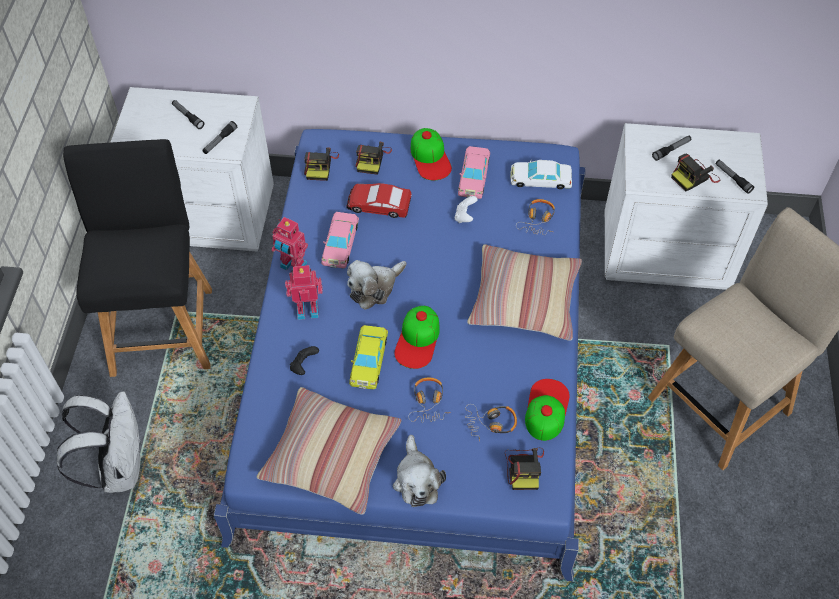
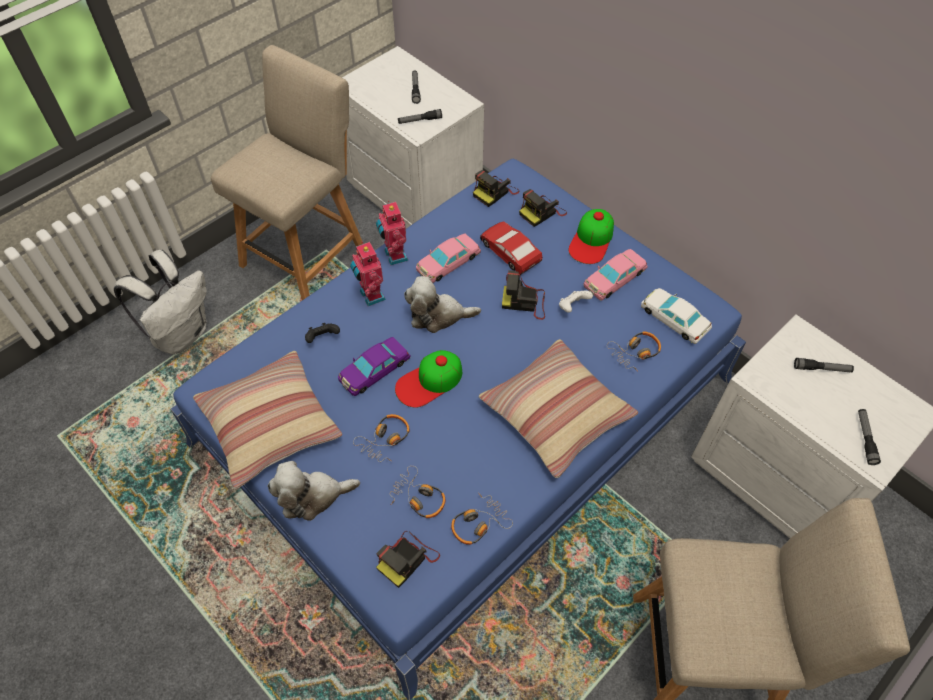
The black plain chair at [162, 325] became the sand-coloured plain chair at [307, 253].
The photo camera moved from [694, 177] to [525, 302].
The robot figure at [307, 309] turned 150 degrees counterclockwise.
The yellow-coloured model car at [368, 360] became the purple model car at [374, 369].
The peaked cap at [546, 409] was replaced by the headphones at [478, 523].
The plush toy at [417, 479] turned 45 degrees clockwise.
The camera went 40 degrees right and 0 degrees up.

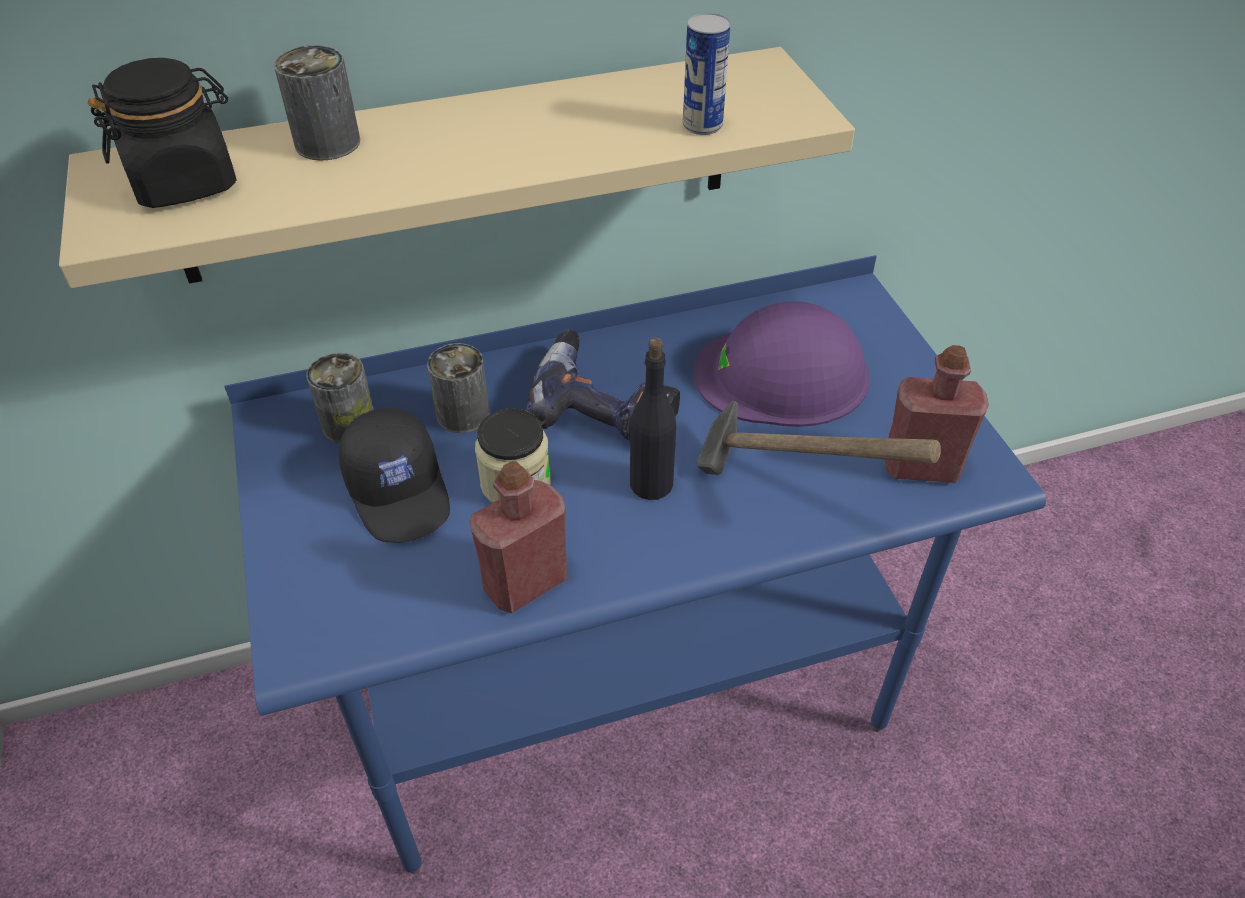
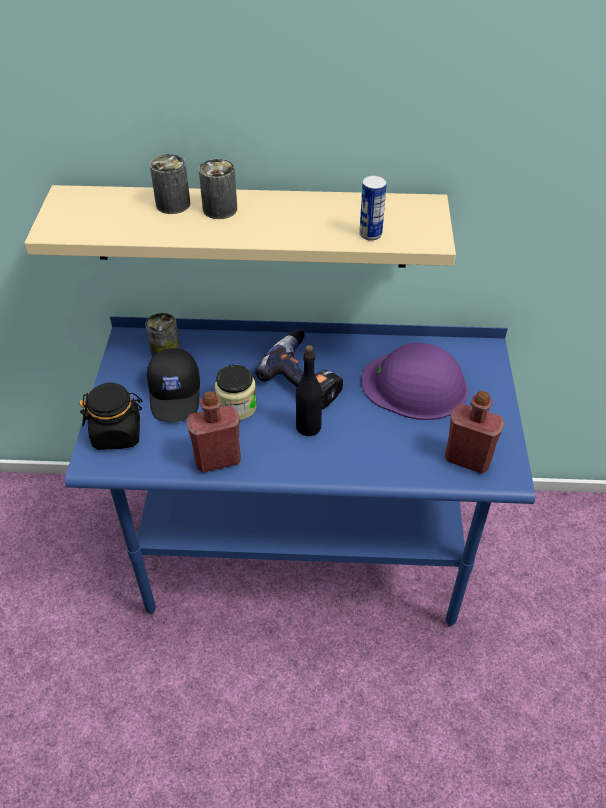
The black storage jar moved from [185, 182] to [117, 434].
The metal can moved from [463, 414] to [220, 209].
The hand hammer at [793, 493] disappeared.
The camera went 20 degrees right and 0 degrees up.

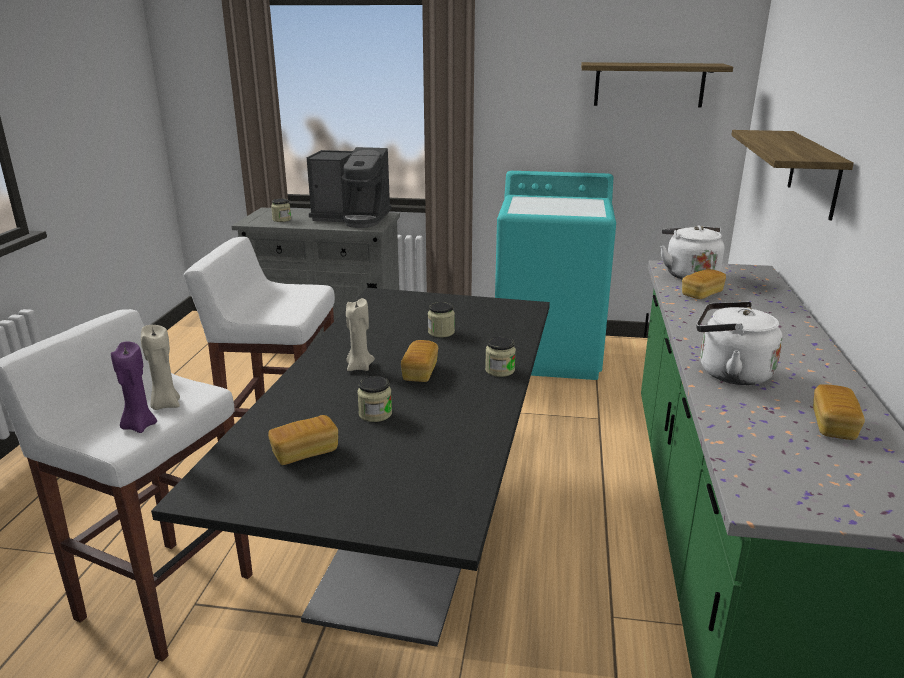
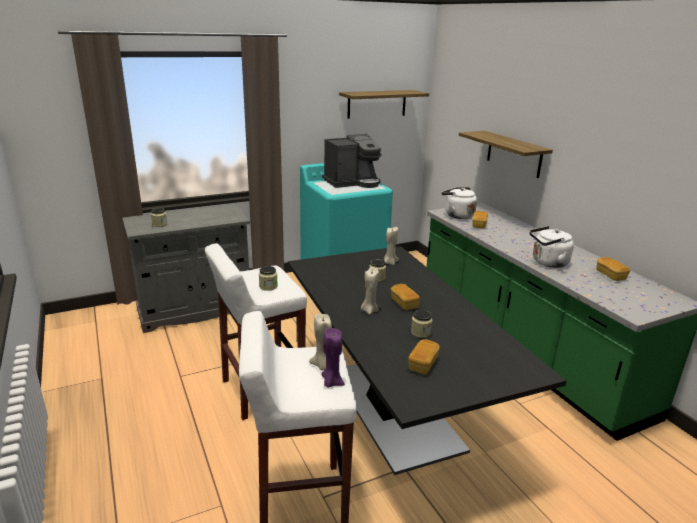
The coffee machine moved from [352, 218] to [352, 182].
The storage jar moved from [500, 370] to [268, 286].
The sand-coloured candle at [389, 263] appeared.
The camera went 35 degrees left and 0 degrees up.

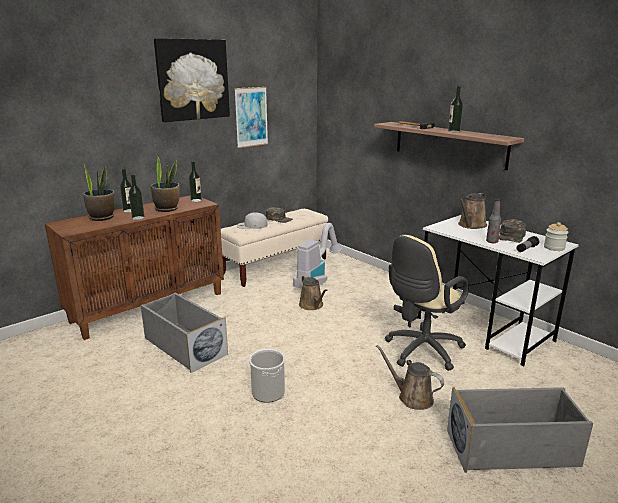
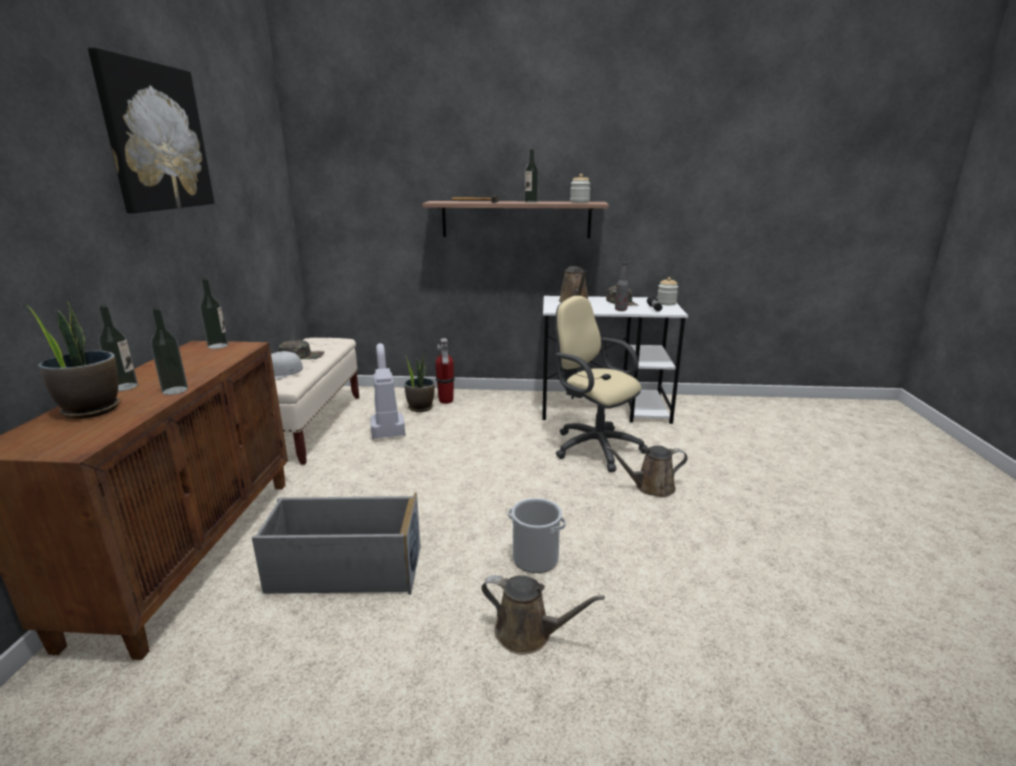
The wall art at [251, 117] disappeared.
The houseplant moved from [167, 209] to [420, 407].
The sand-coloured desk chair at [421, 351] turned 135 degrees clockwise.
The brown-coloured sprinkling can moved from [312, 305] to [528, 633].
The greyish storage bin at [512, 448] disappeared.
The storage jar at [579, 202] appeared.
The fire extinguisher at [446, 401] appeared.
The camera went 45 degrees left and 0 degrees up.

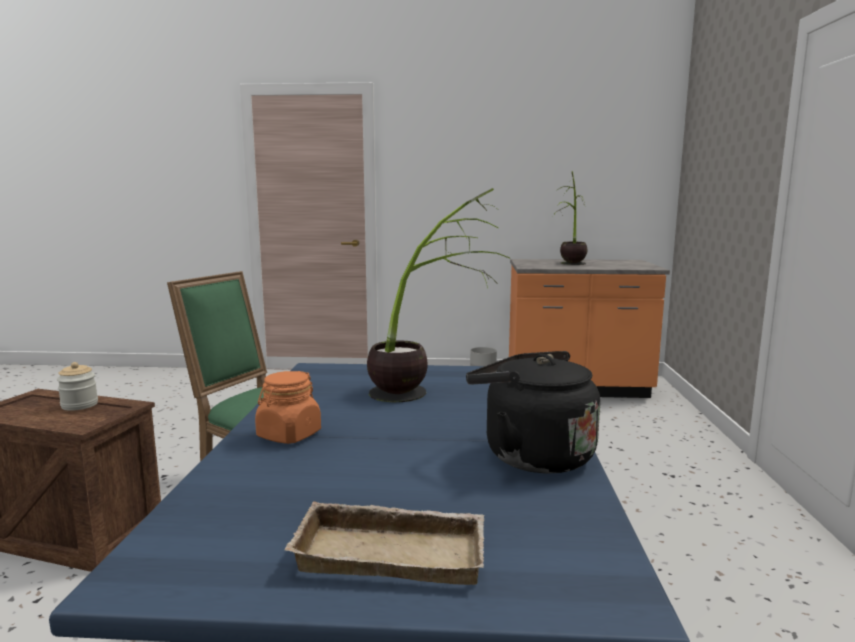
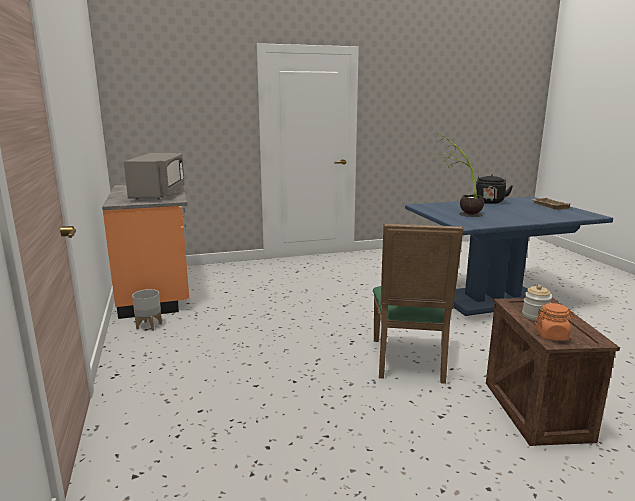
The houseplant at [570, 265] was replaced by the greyish kitchen microwave at [158, 194].
The orange-coloured storage jar moved from [289, 435] to [552, 335].
The camera went 110 degrees left and 5 degrees up.

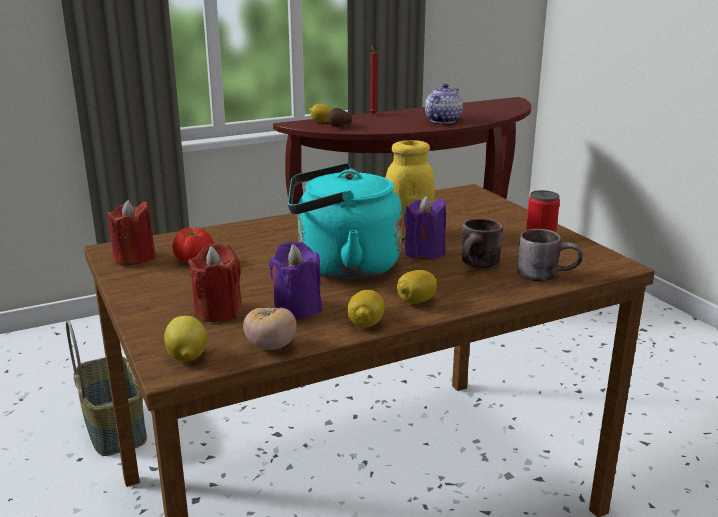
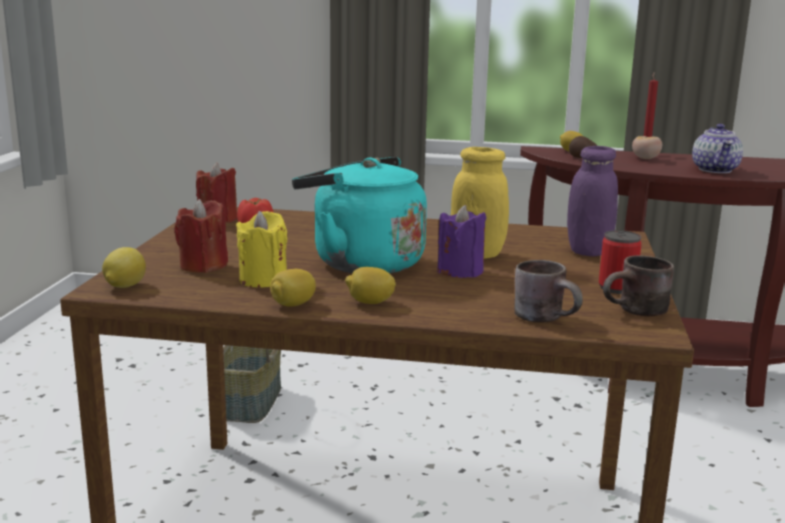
The tea pot at [442, 120] turned 120 degrees clockwise.
The brown-coloured tea mug moved from [480, 266] to [637, 313].
The purple candle at [297, 308] became the yellow-coloured candle at [263, 280].
The fresh tomato moved from [271, 346] to [645, 158].
The purple storage jar at [588, 251] appeared.
The camera went 35 degrees right and 5 degrees down.

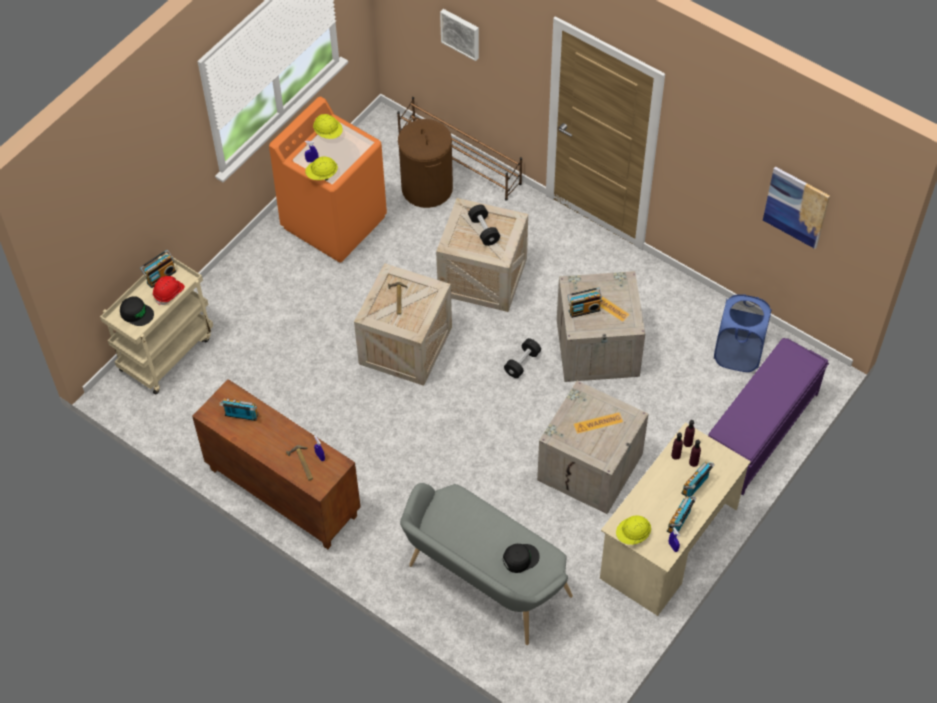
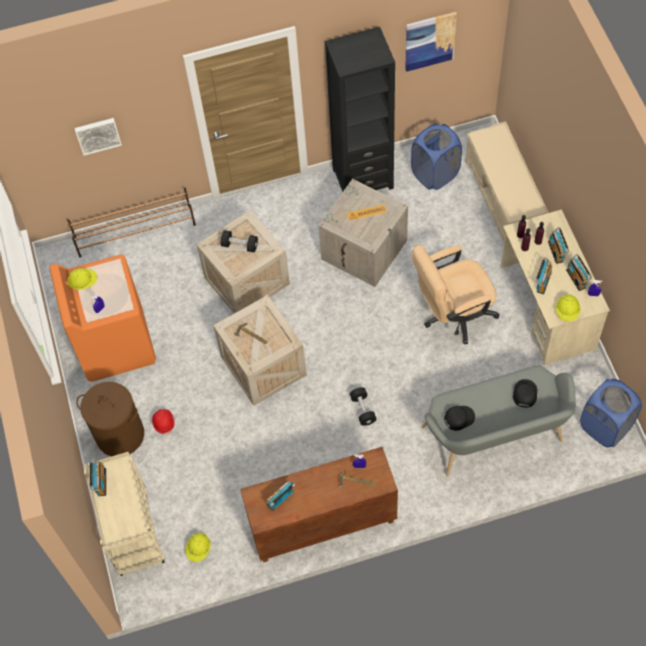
The brown-coloured laundry basket moved from [426, 188] to [119, 435].
The yellow-coloured work helmet moved from [322, 175] to [199, 550].
The reddish work helmet moved from [169, 293] to [164, 422].
The radio receiver moved from [584, 309] to [542, 281].
The black peaked cap moved from [136, 313] to [459, 418].
The black free weight moved from [522, 363] to [363, 410].
The purple long seat at [759, 432] became the sand-coloured long seat at [504, 202].
The crate at [589, 465] was replaced by the sand-coloured desk chair at [452, 315].
The black bookshelf at [362, 178] appeared.
The blue laundry basket at [605, 426] appeared.
The camera went 50 degrees left and 5 degrees up.

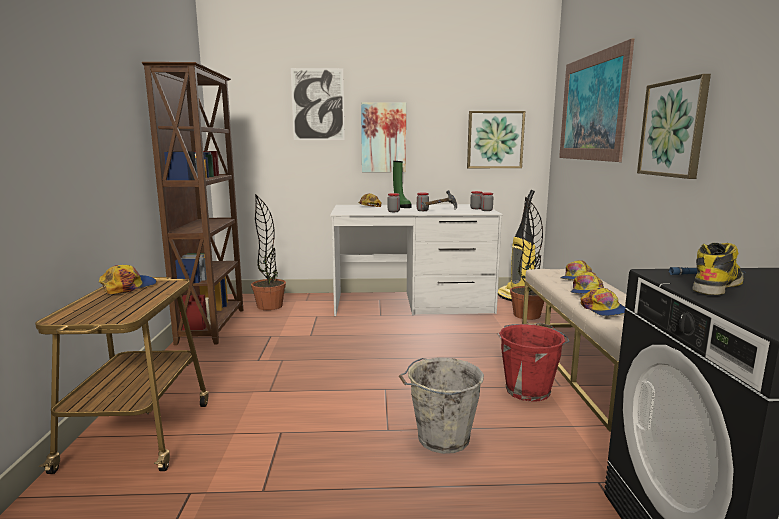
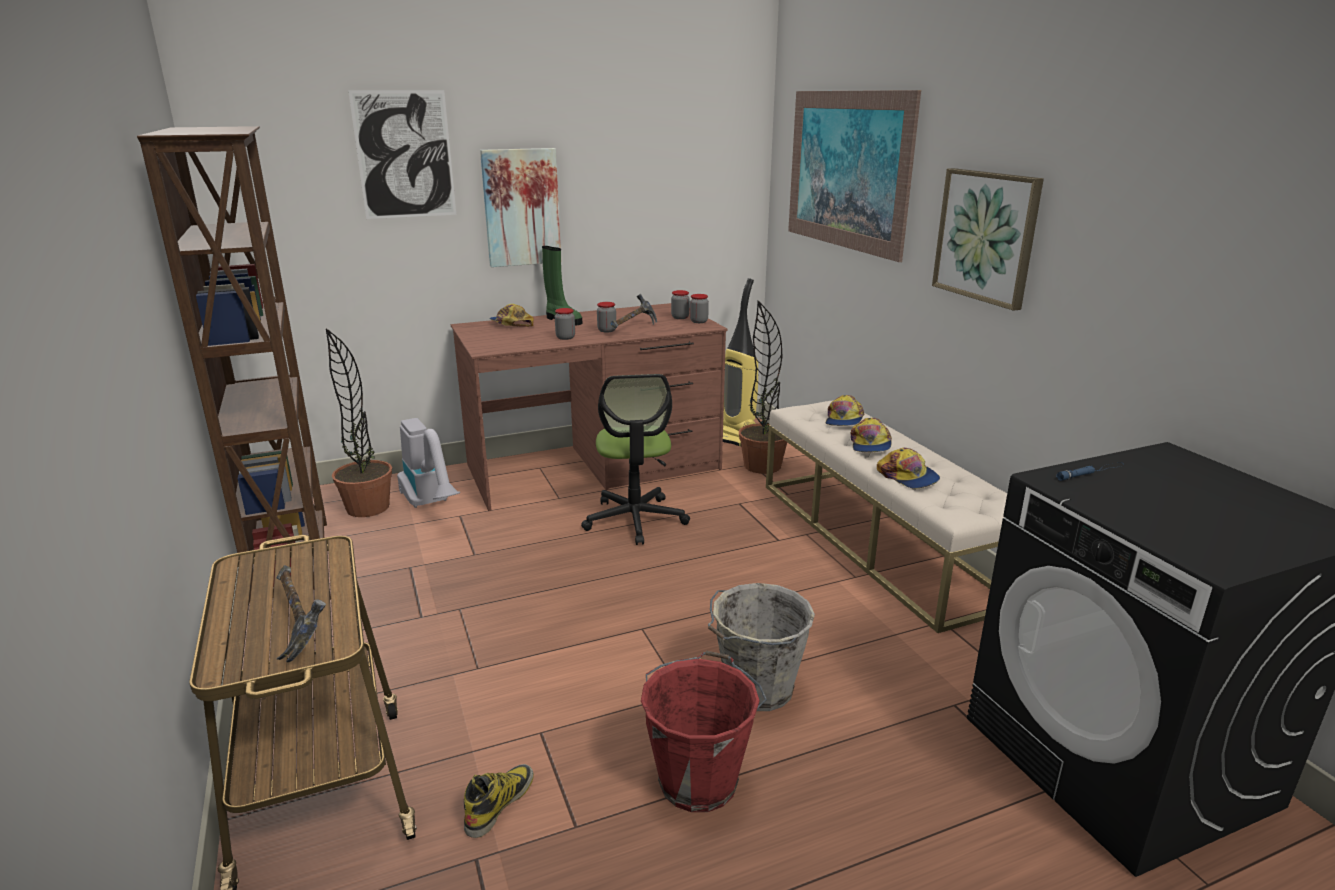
The wall art at [495, 140] disappeared.
The white-coloured desk at [413, 303] became the brown-coloured desk at [594, 467].
The high-top boot moved from [717, 286] to [499, 803].
The peaked cap at [128, 286] disappeared.
The reddish bucket moved from [528, 390] to [699, 779].
The desk chair at [635, 520] appeared.
The vacuum at [431, 504] appeared.
The hand hammer at [300, 629] appeared.
The camera went 20 degrees left and 10 degrees up.

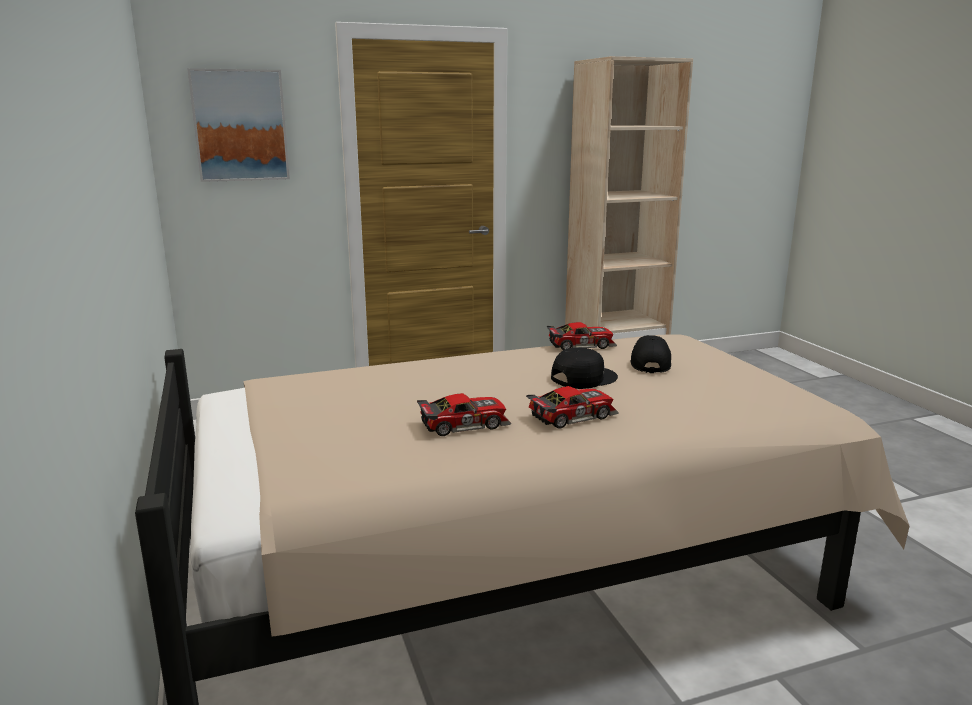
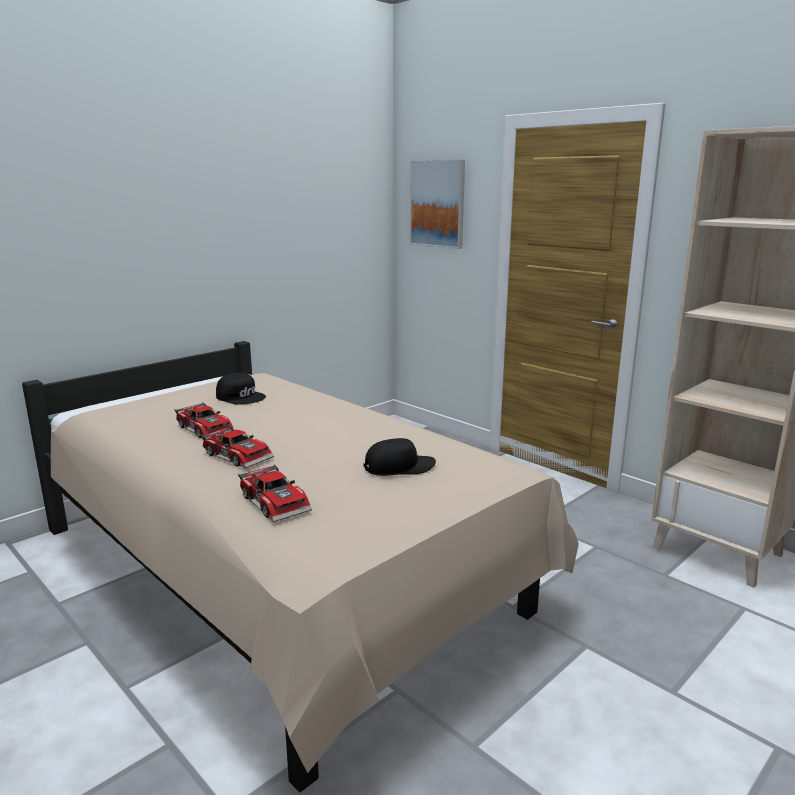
The model car moved from [580, 344] to [277, 502].
The black peaked cap moved from [583, 378] to [241, 396].
The camera went 65 degrees right and 0 degrees up.

